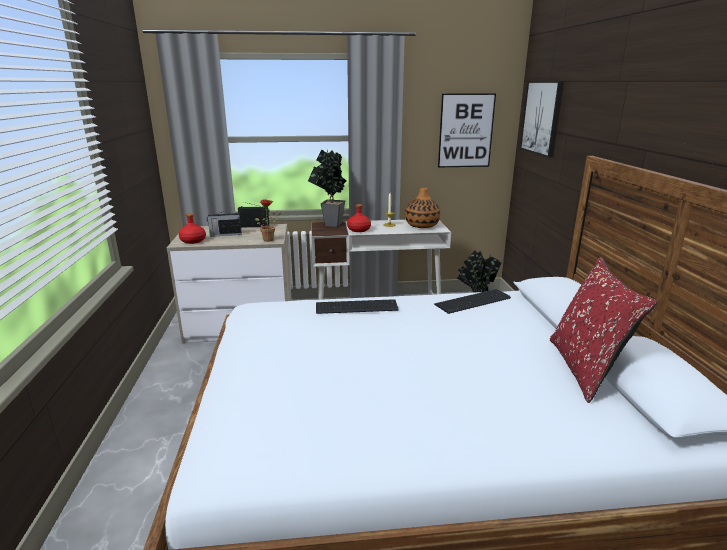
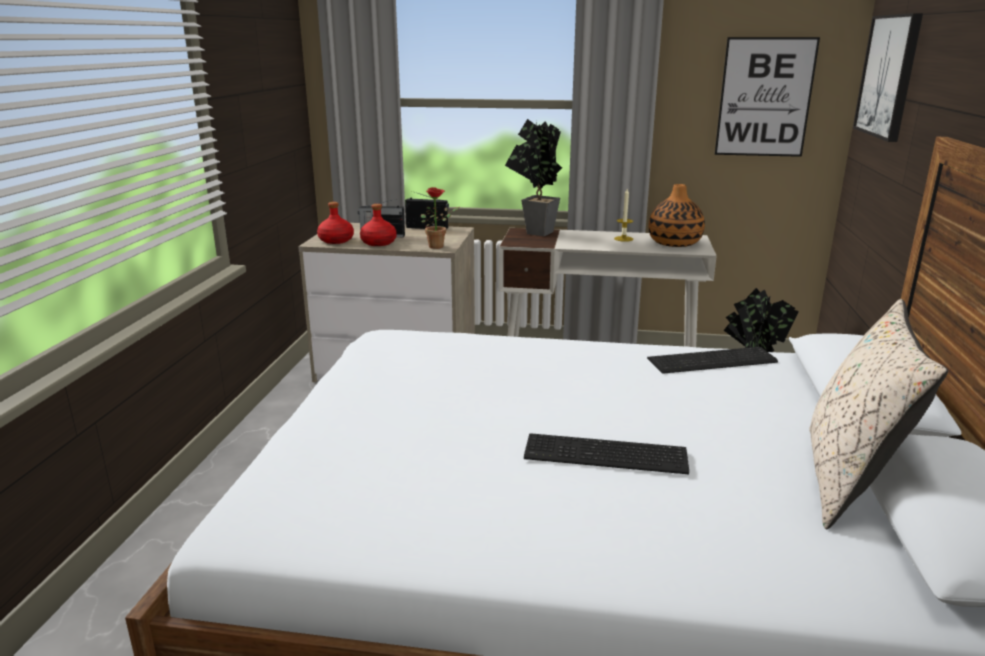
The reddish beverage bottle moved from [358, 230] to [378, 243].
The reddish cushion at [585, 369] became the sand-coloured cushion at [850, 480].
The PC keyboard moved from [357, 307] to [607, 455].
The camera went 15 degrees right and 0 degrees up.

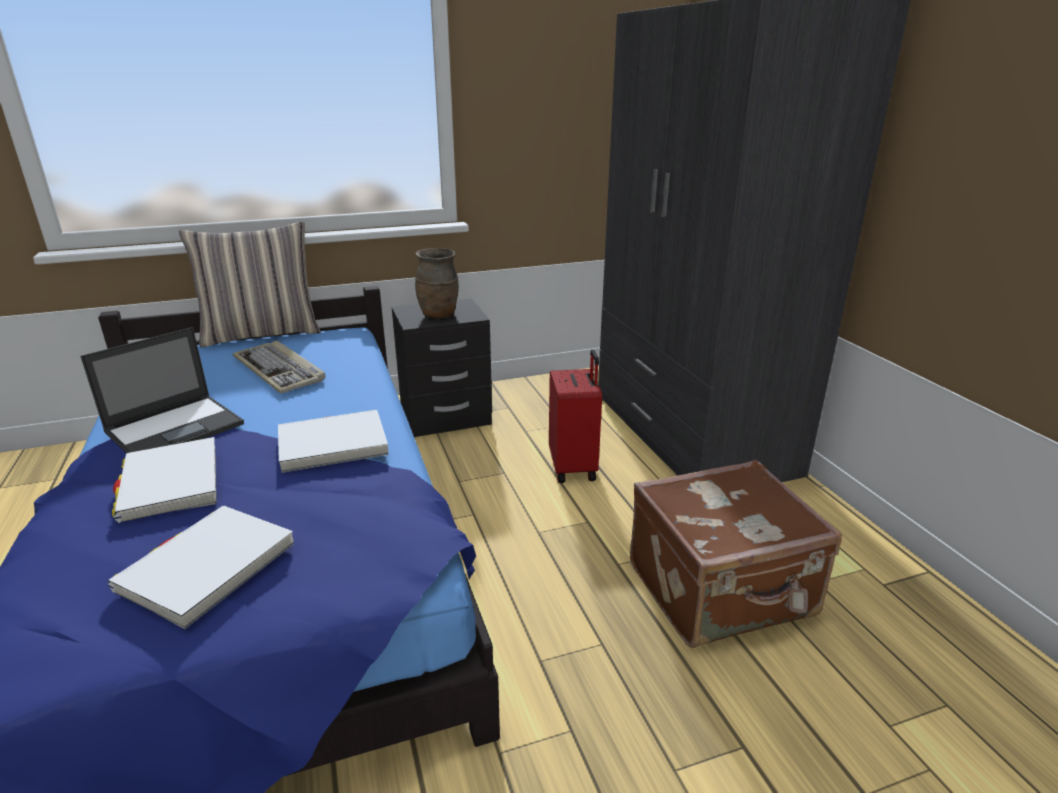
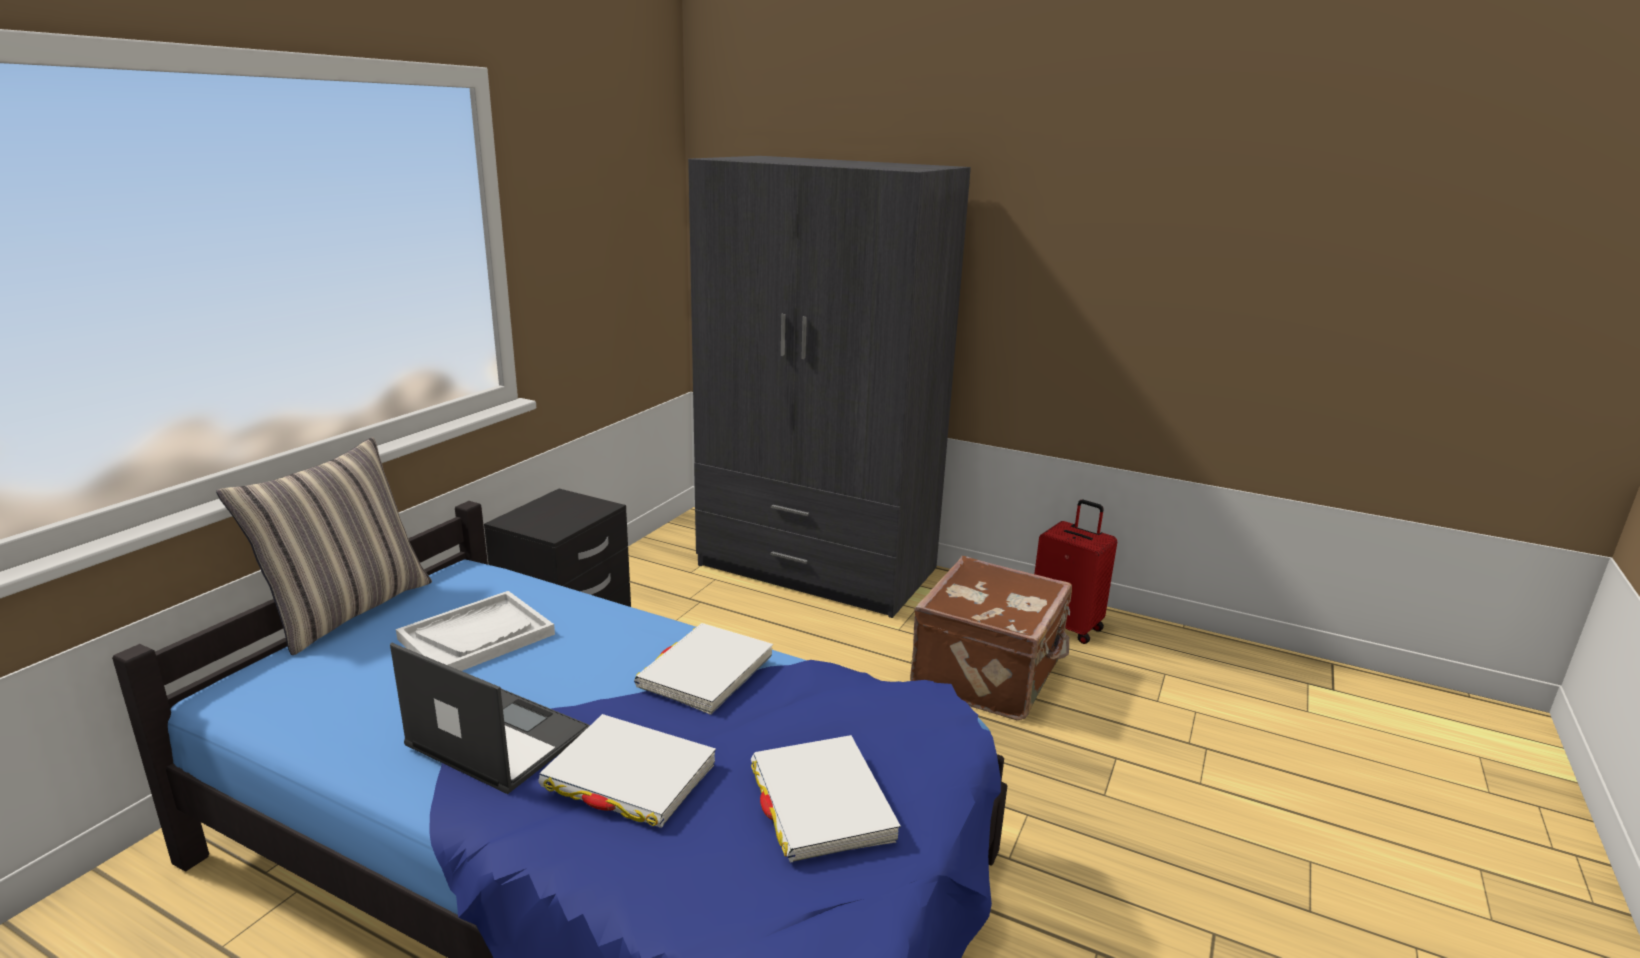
The brown-coloured vase at [439, 315] disappeared.
The portable computer at [176, 428] turned 60 degrees counterclockwise.
The PC keyboard at [280, 370] was replaced by the white-coloured serving tray at [477, 636].
The reddish suitcase moved from [574, 467] to [1067, 626].
The camera went 45 degrees left and 5 degrees down.

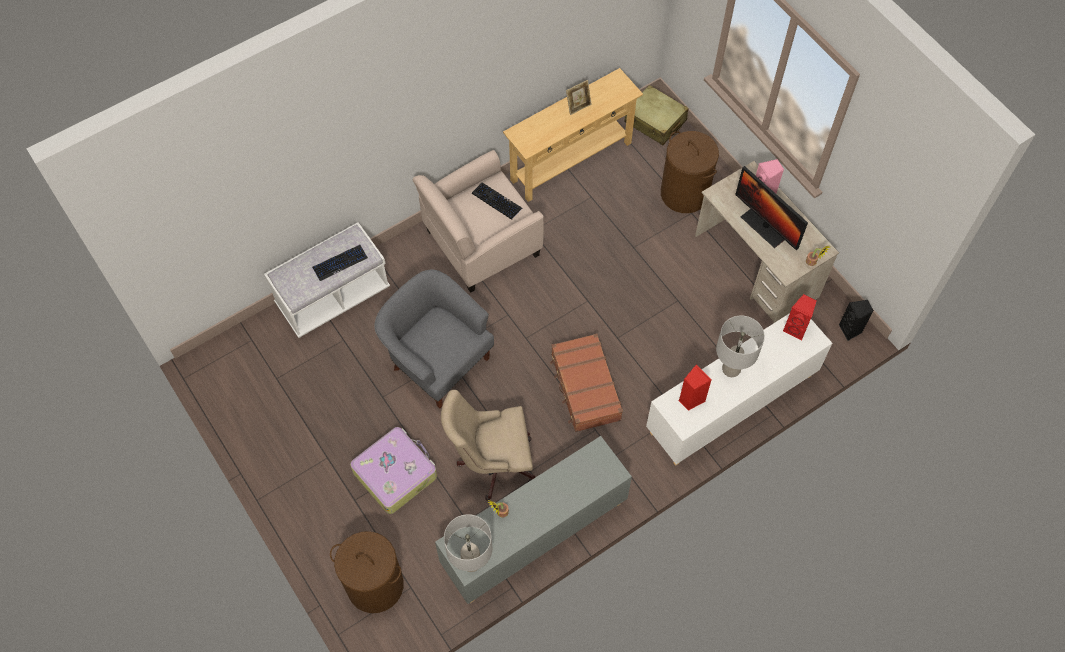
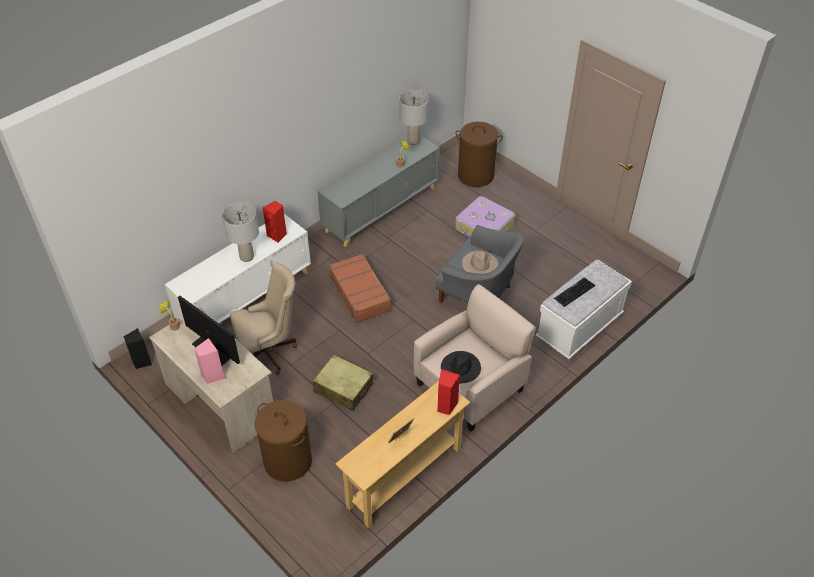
The sand-coloured suitcase moved from [655, 121] to [343, 388].
The PC keyboard at [496, 201] was replaced by the black hat at [460, 367].
The reddish loudspeaker moved from [796, 329] to [446, 406].
The sand-coloured desk chair moved from [492, 462] to [269, 352].
The sand-coloured hat at [480, 264] appeared.
The camera went 170 degrees right and 15 degrees down.

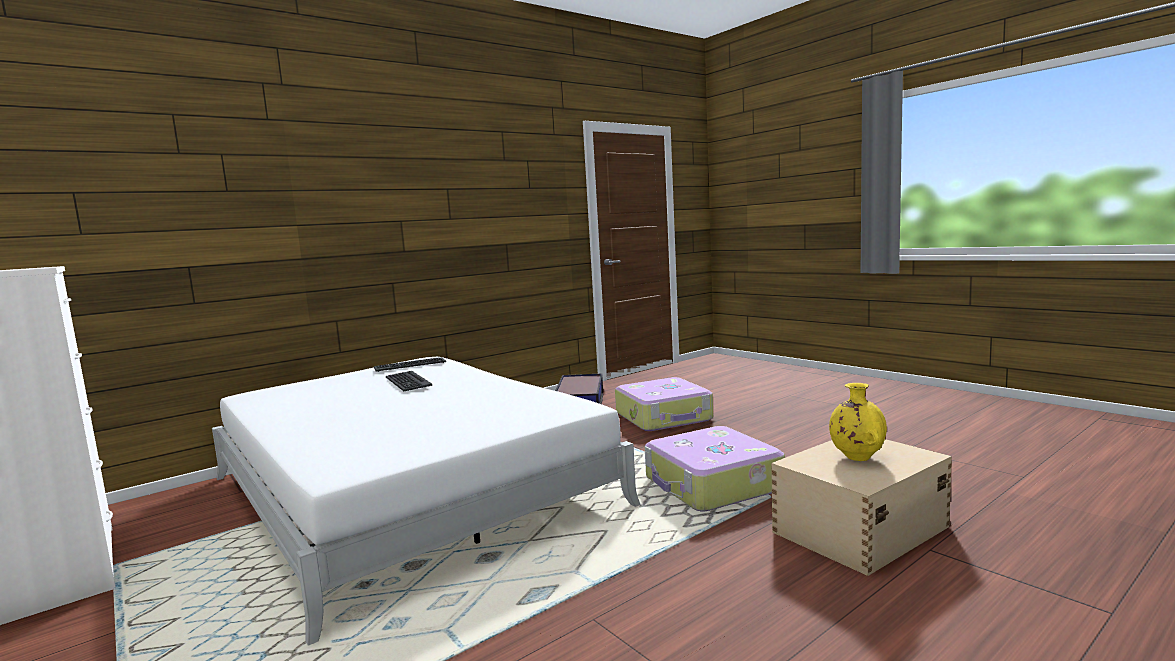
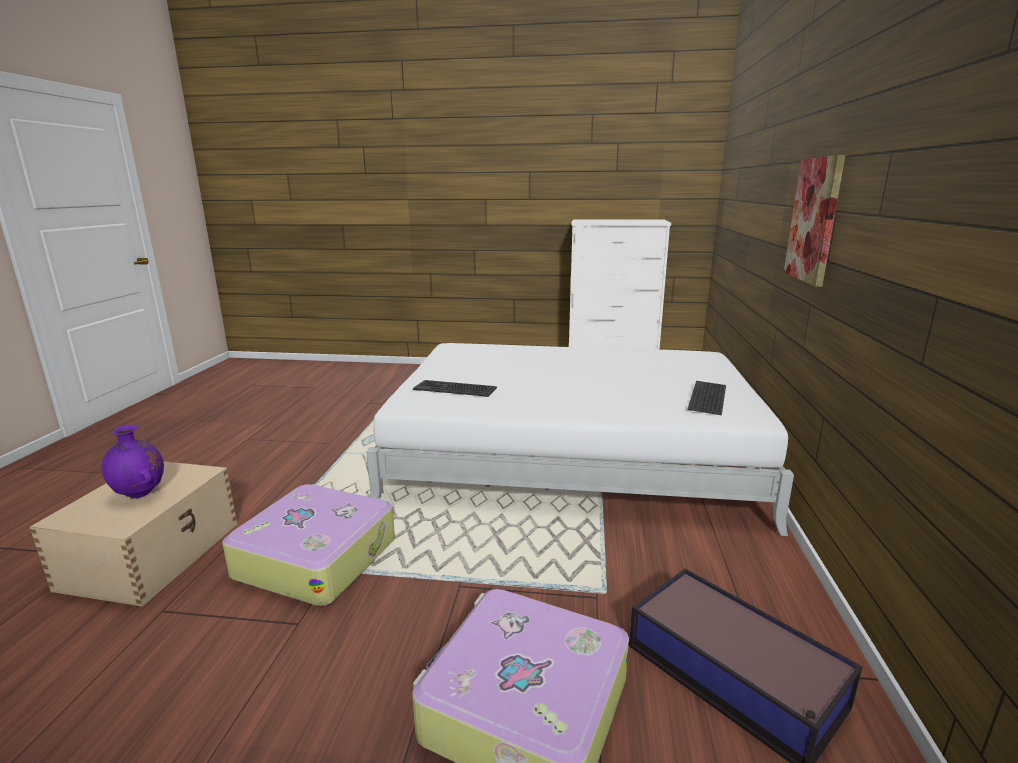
The PC keyboard moved from [407, 381] to [455, 389].
The yellow-coloured vase at [856, 457] became the purple vase at [140, 494].
The wall art at [814, 220] appeared.
The camera went 135 degrees right and 10 degrees up.

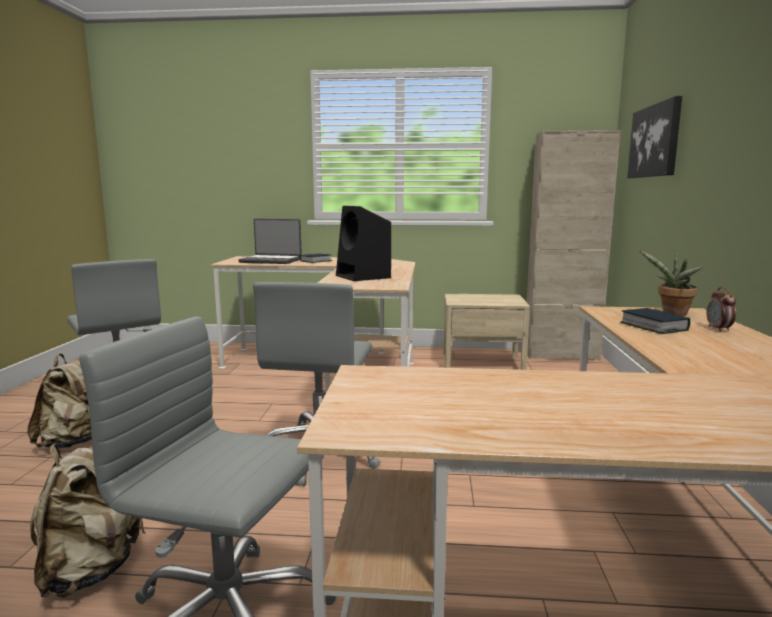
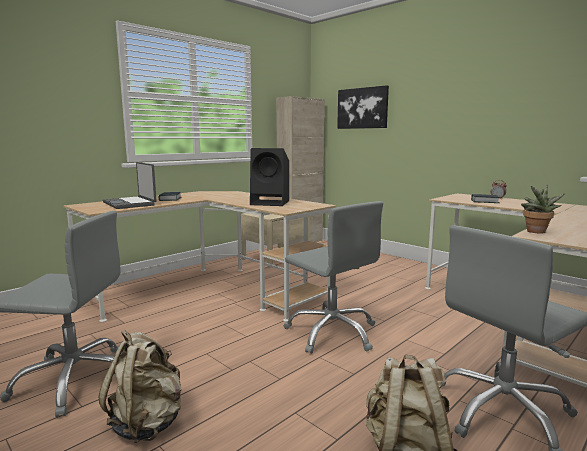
The portable computer at [271, 261] turned 90 degrees clockwise.
The houseplant moved from [672, 314] to [536, 232].
The camera went 50 degrees left and 0 degrees up.

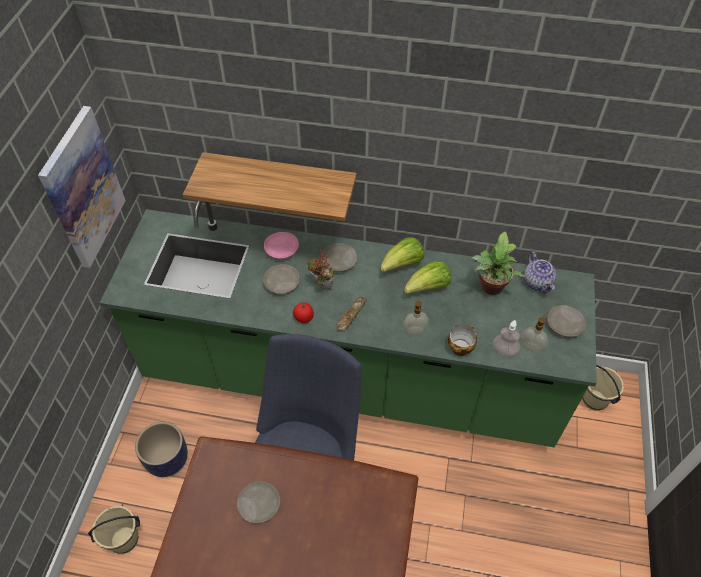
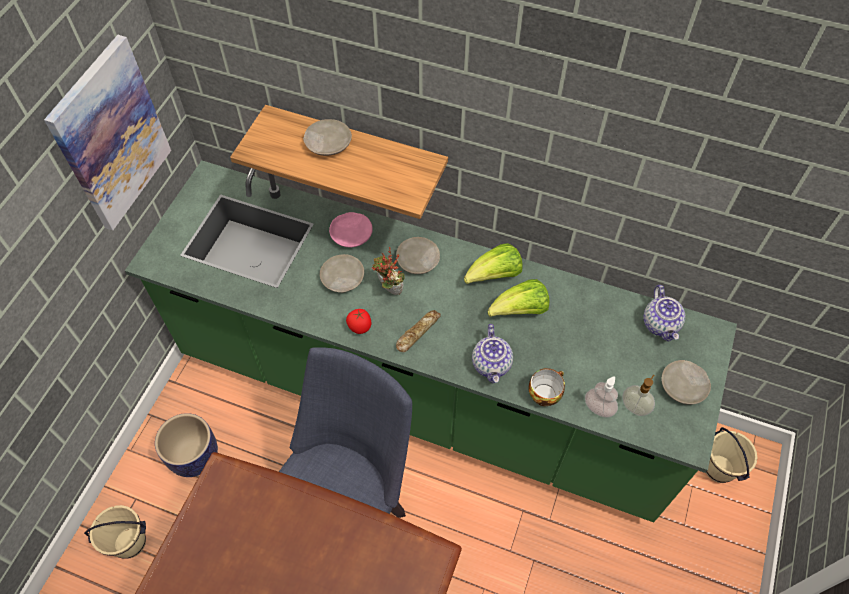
The houseplant at [490, 289] disappeared.
The liquid soap bottle at [415, 331] was replaced by the tea pot at [492, 364].
The sand-coloured flat dish moved from [259, 504] to [328, 143].
The camera went 10 degrees right and 5 degrees up.

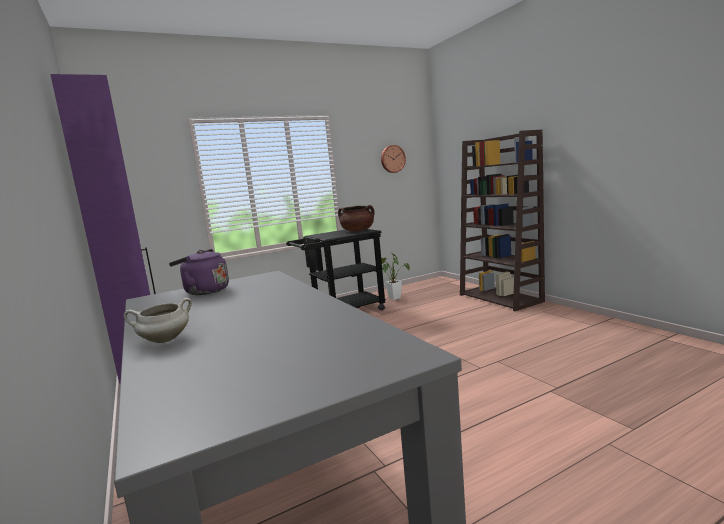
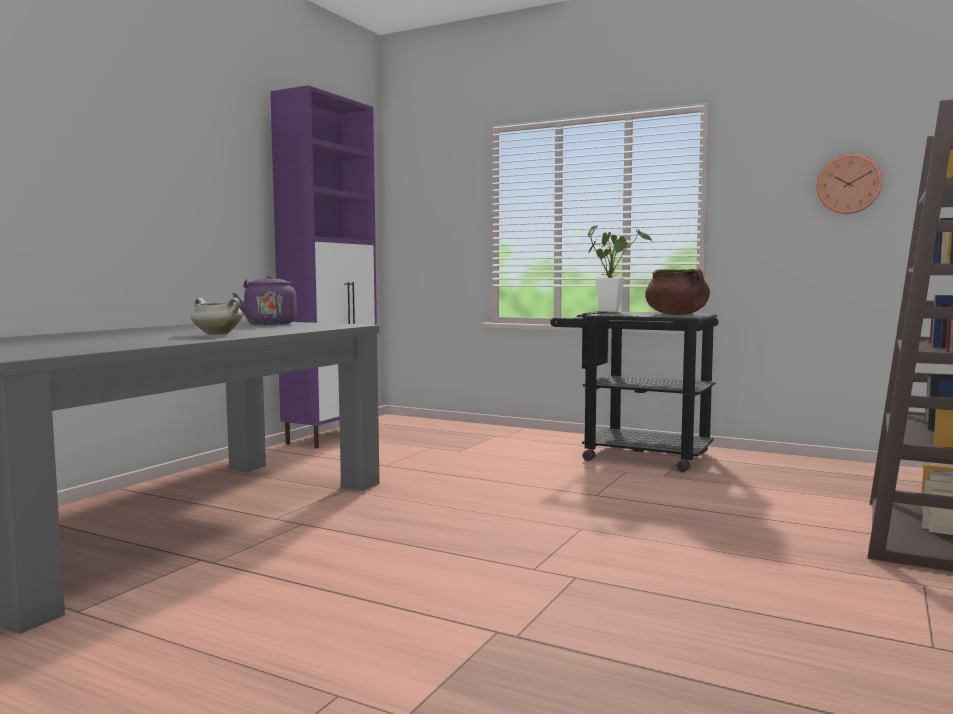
The houseplant moved from [393, 298] to [611, 311].
The white-coloured stockpot moved from [164, 340] to [216, 334].
The camera went 55 degrees right and 5 degrees down.

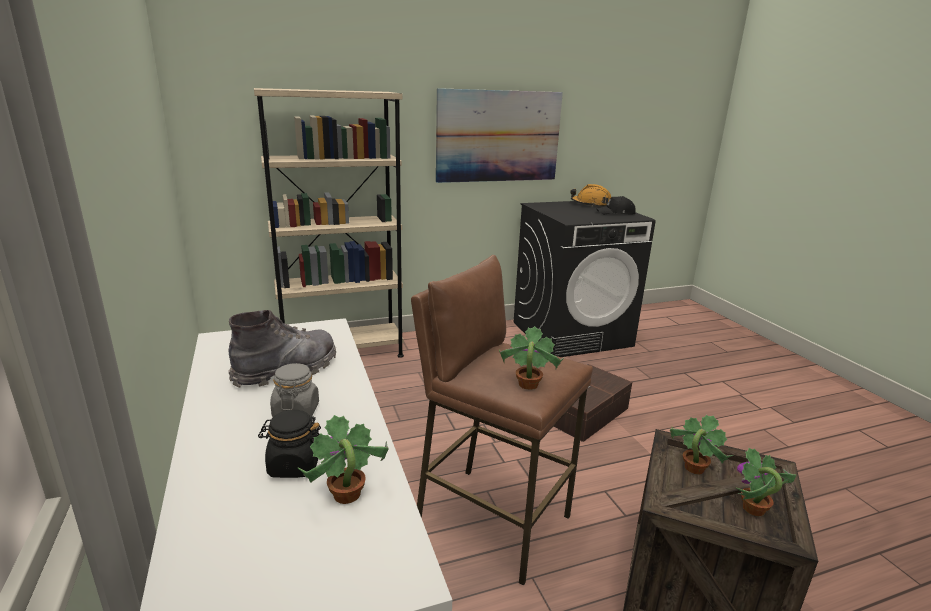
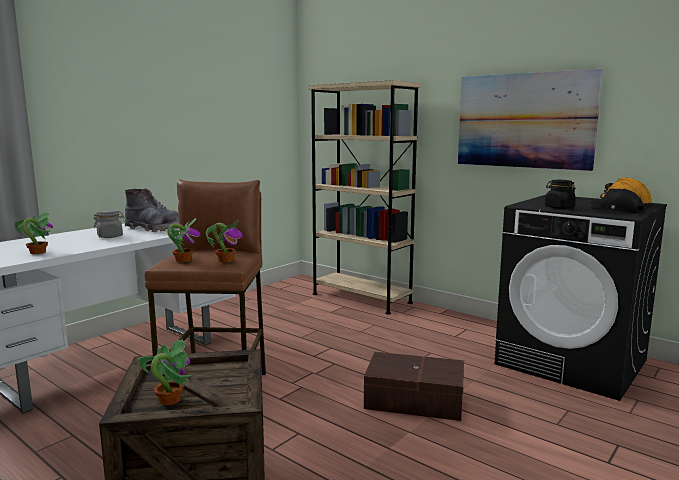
The black storage jar moved from [294, 465] to [559, 207].
The houseplant moved from [693, 468] to [226, 260].
The camera went 60 degrees right and 10 degrees down.

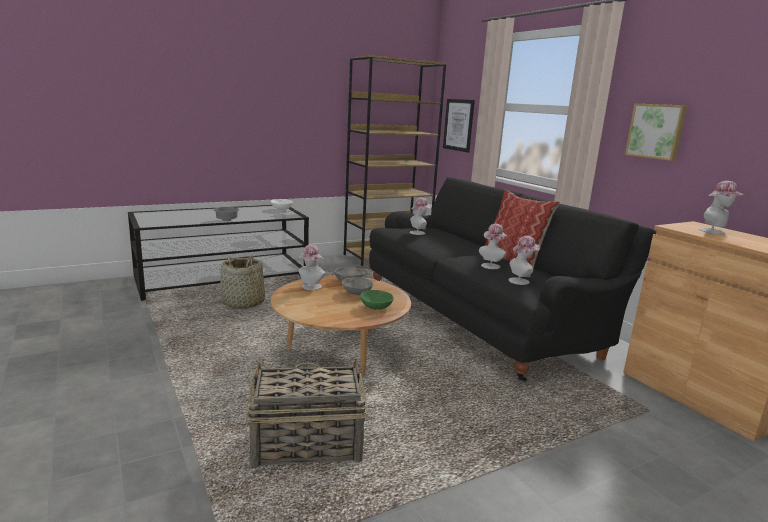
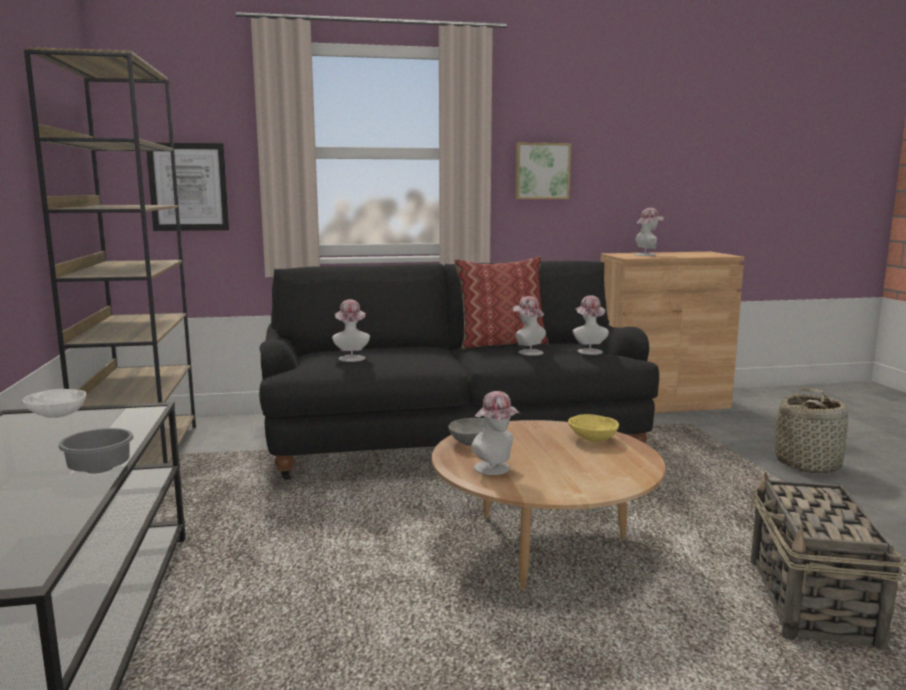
The household basket moved from [243, 303] to [808, 464].
The greyish bowl at [356, 293] disappeared.
The greenish bowl at [375, 307] became the yellow-coloured bowl at [592, 439].
The camera went 70 degrees left and 5 degrees down.

